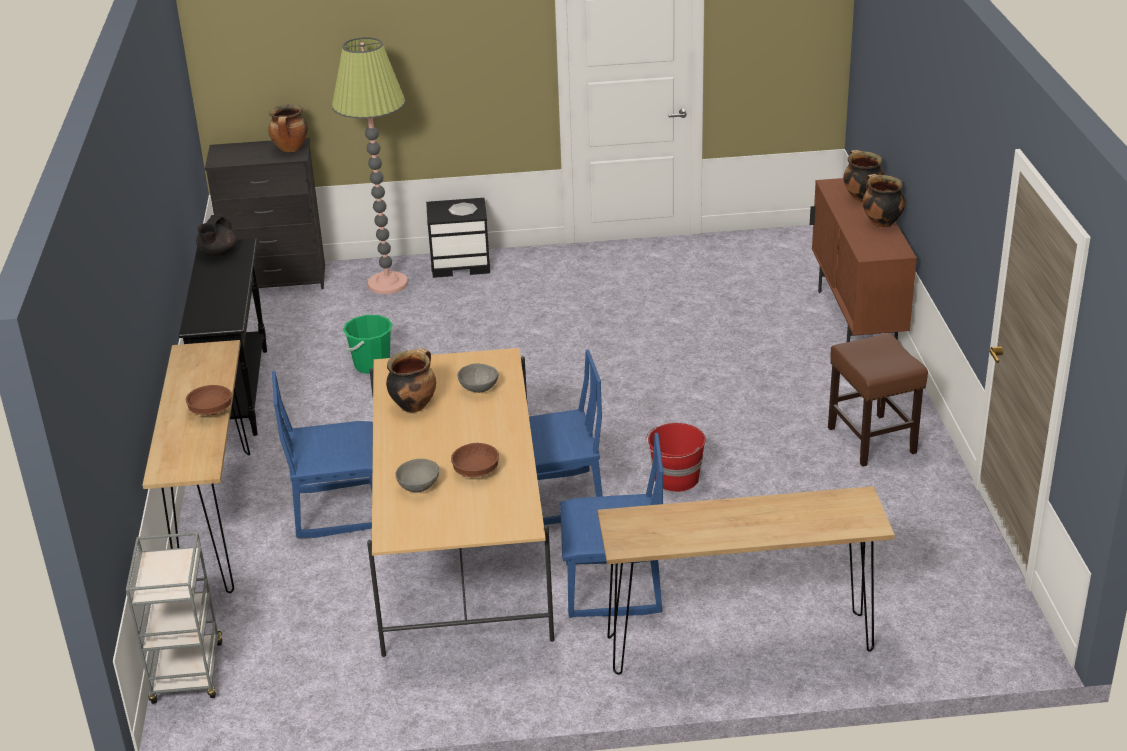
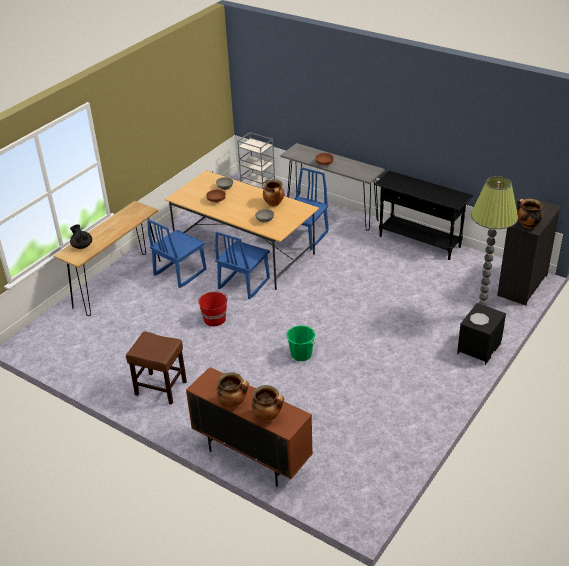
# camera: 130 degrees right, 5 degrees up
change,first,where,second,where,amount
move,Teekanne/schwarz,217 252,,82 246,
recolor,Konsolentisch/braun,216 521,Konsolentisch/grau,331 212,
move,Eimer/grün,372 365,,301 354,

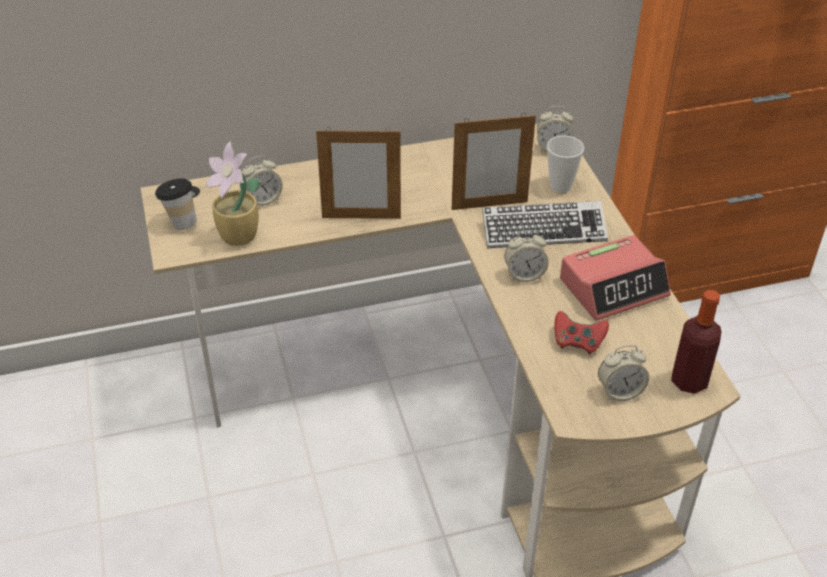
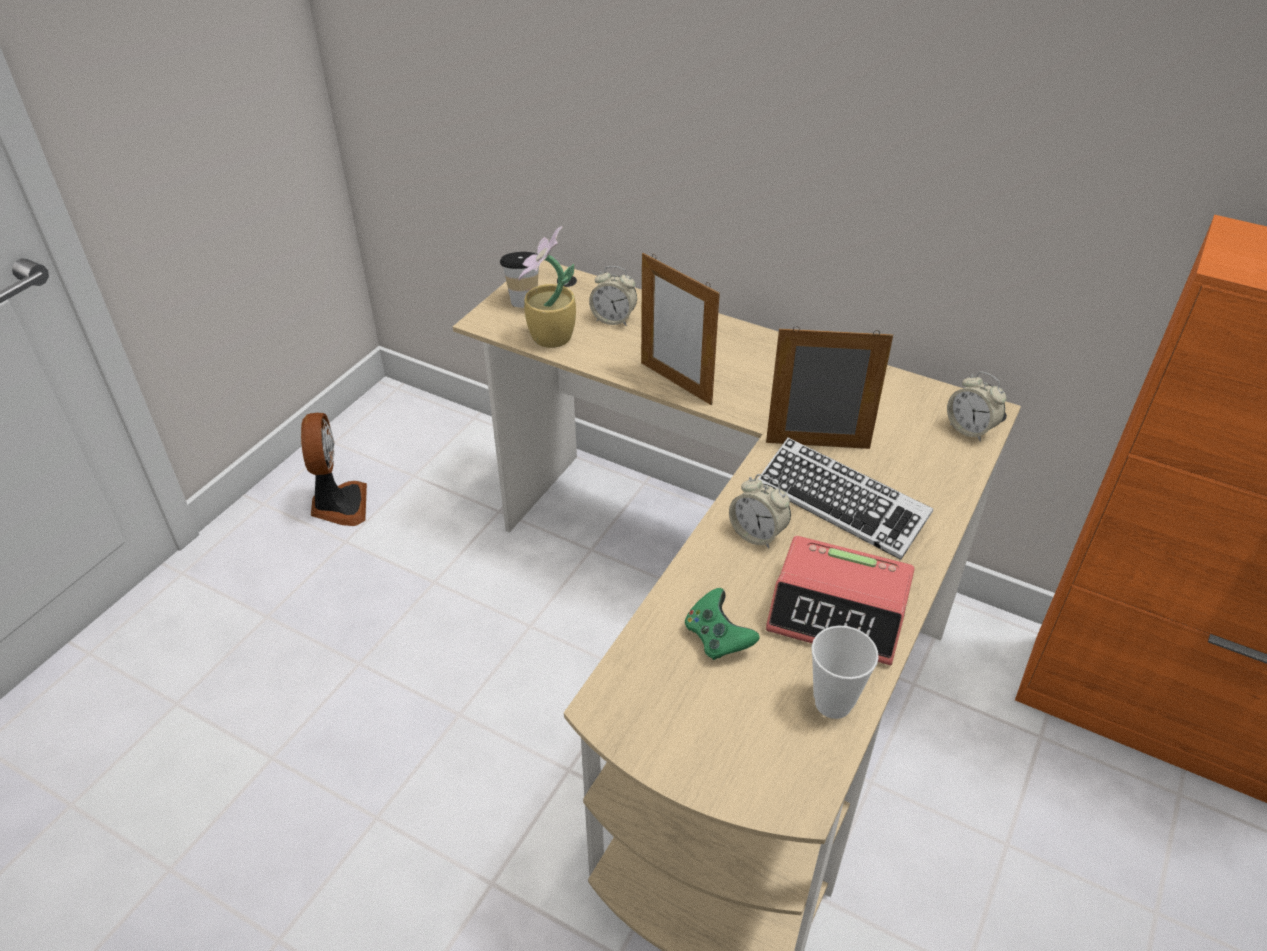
# camera: 45 degrees right, 0 degrees up
change,first,where,second,where,amount
insert,,,Ventilator,338 505,
recolor,Gamepad/rot,577 342,Gamepad/grün,717 638,
rotate,Bilderrahmen,489 205,,817 445,150 degrees clockwise
move,Tasse,560 186,,833 703,
delete,Wecker,620 392,,,
delete,Flasche,689 381,,,

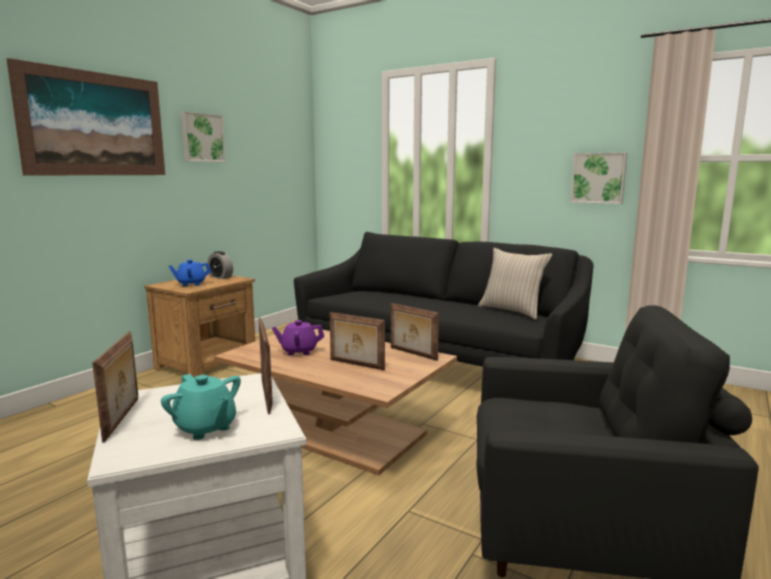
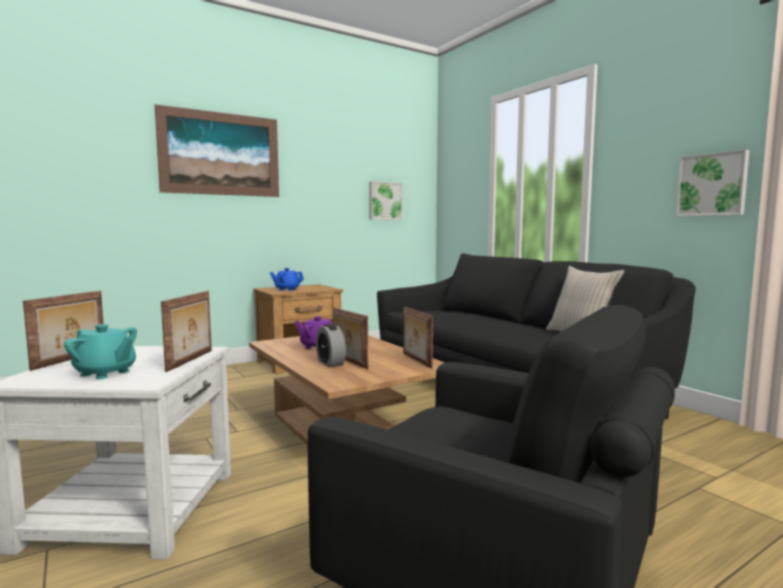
# camera: 25 degrees right, 5 degrees down
change,first,where,second,where,amount
rotate,Teekanne/türkis,205 428,,105 373,45 degrees counterclockwise
move,Wecker,220 277,,330 363,
move,Bild,202 138,,384 201,

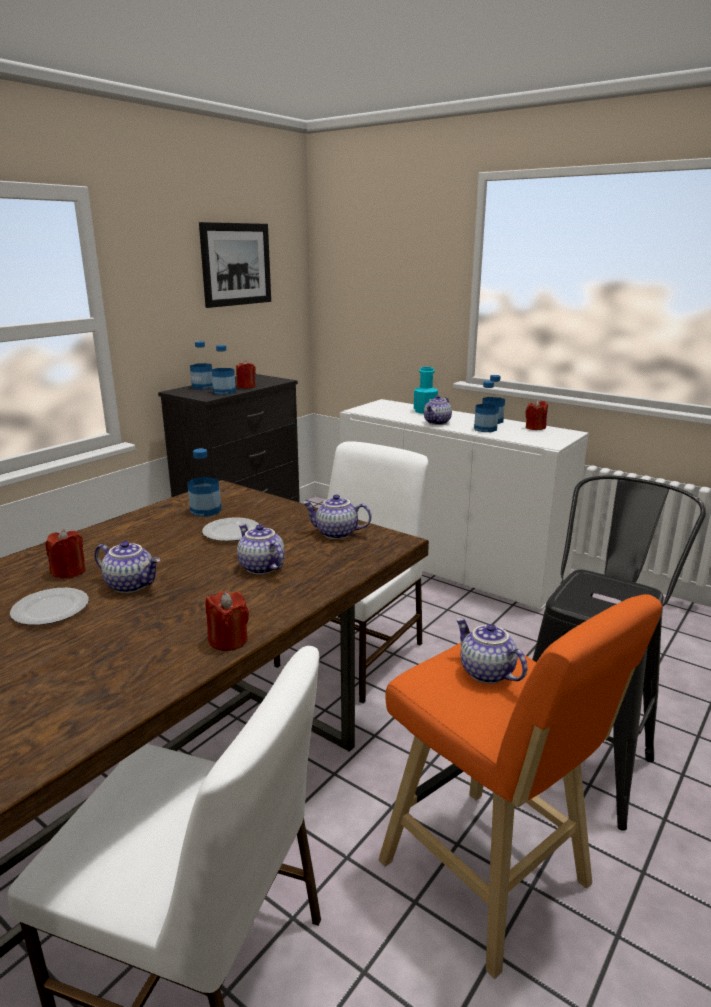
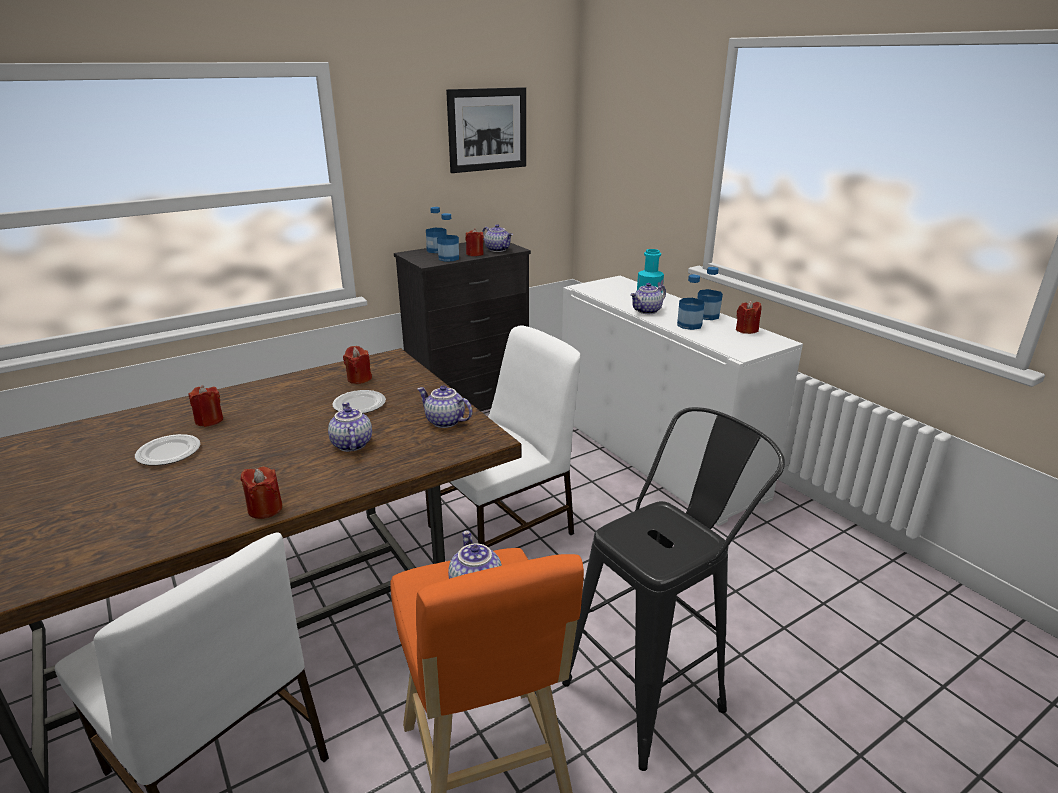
# camera: 20 degrees right, 5 degrees up
change,first,where,second,where,amount
replace,Flasche,206 510,Kerze/rot,359 379,
move,Teekanne,131 585,,498 249,

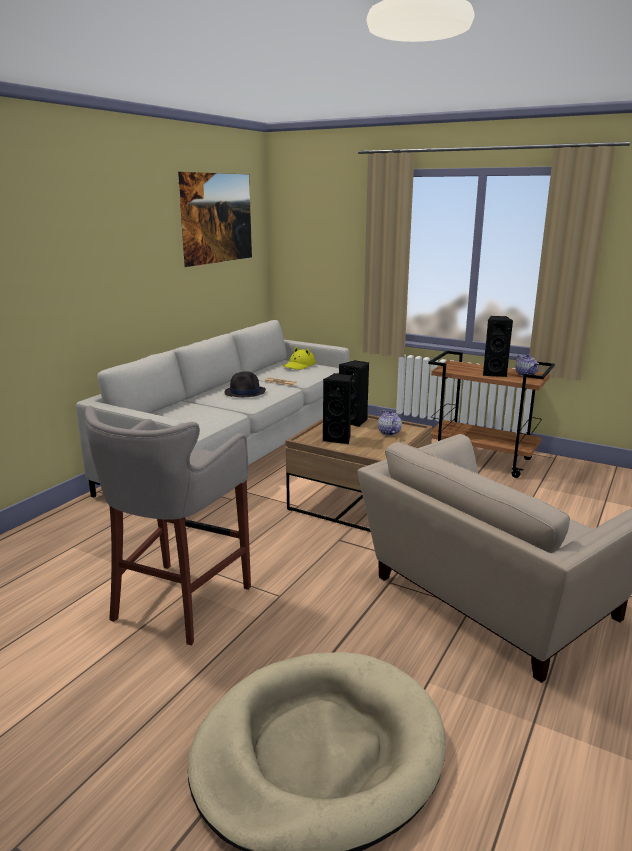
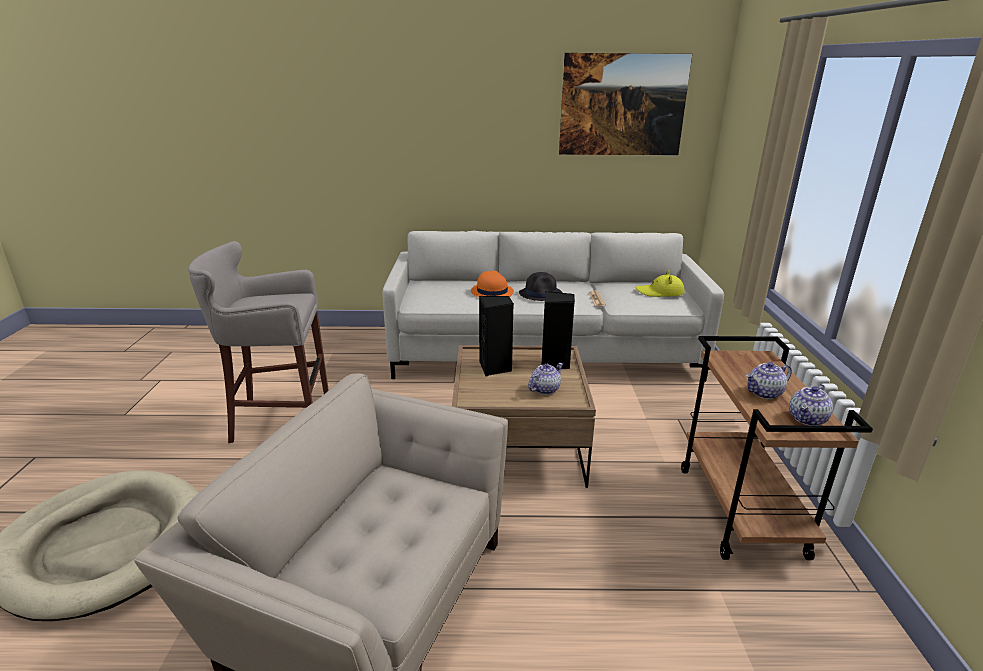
# camera: 60 degrees right, 5 degrees up
change,first,where,second,where,amount
insert,,,Hut/orange,491 292,
replace,Lautsprecher/schwarz,494 373,Teekanne,764 393,

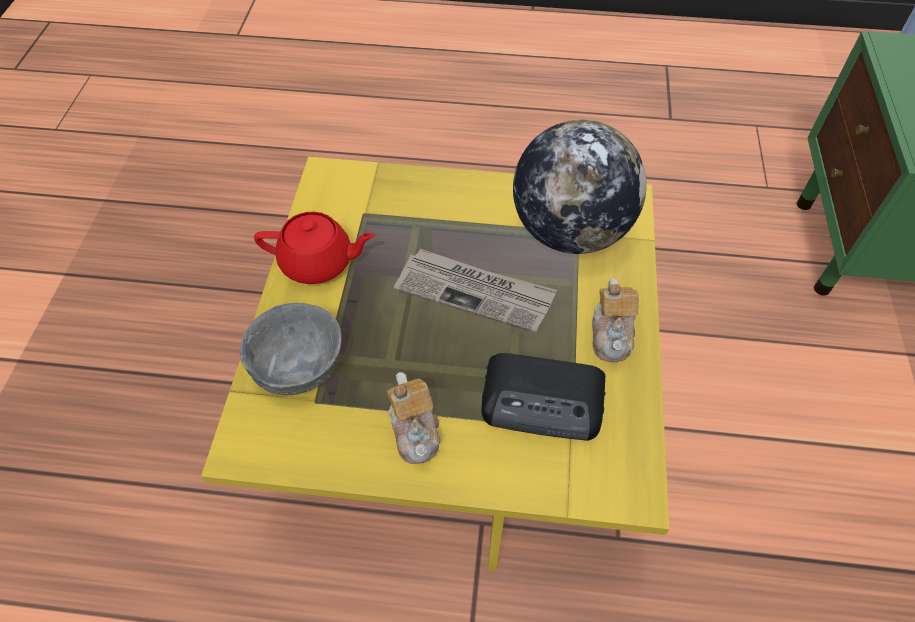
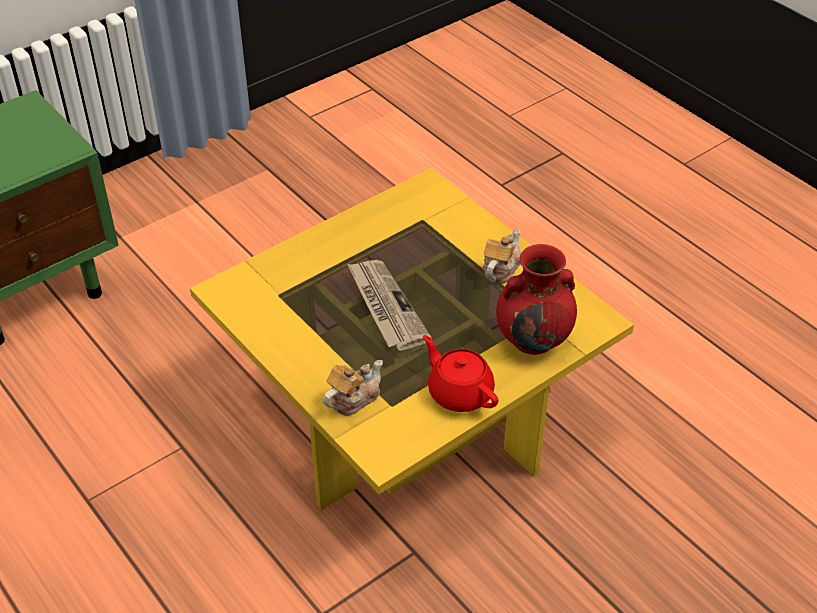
# camera: 135 degrees left, 10 degrees down
change,first,where,second,where,amount
move,Teekanne,612 334,,353 398,
replace,Schüssel/grau,298 368,Vase/rot,534 338,
delete,Radio,544 401,,,
delete,Globus,570 231,,,

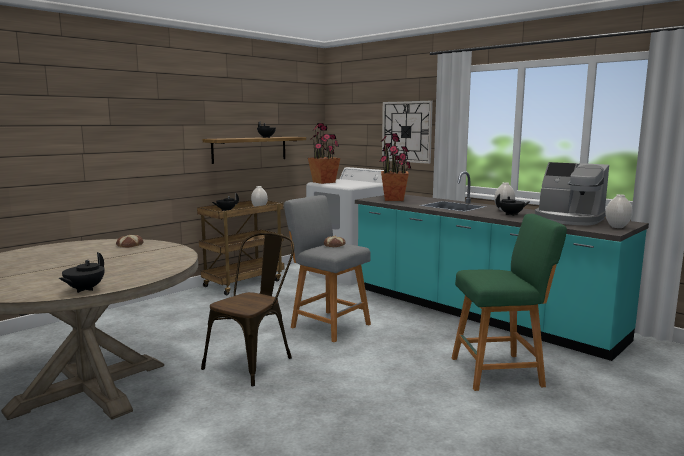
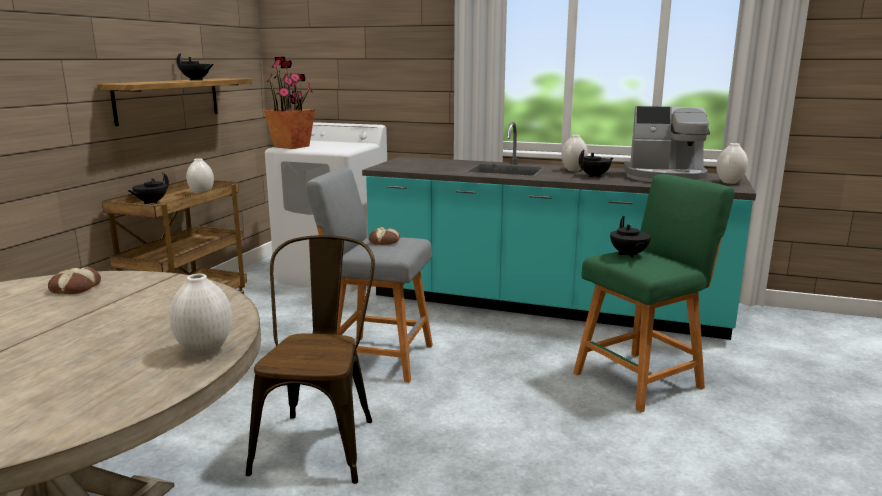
# camera: 25 degrees left, 5 degrees up
change,first,where,second,where,amount
insert,,,Vase/weiß,205 350,
move,Teekanne/schwarz,84 289,,628 254,
delete,Topfpflanze,394 199,,,
delete,Wanduhr,406 132,,,

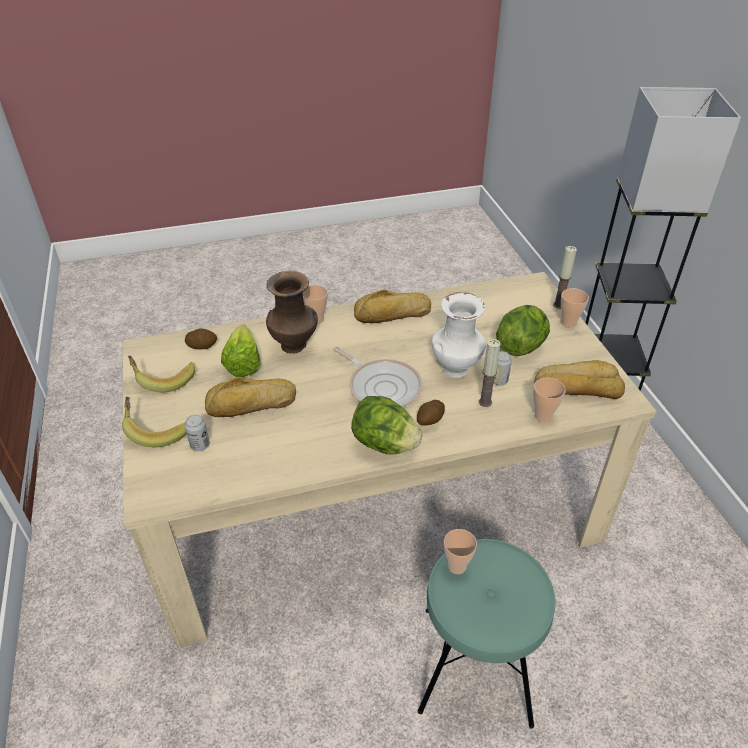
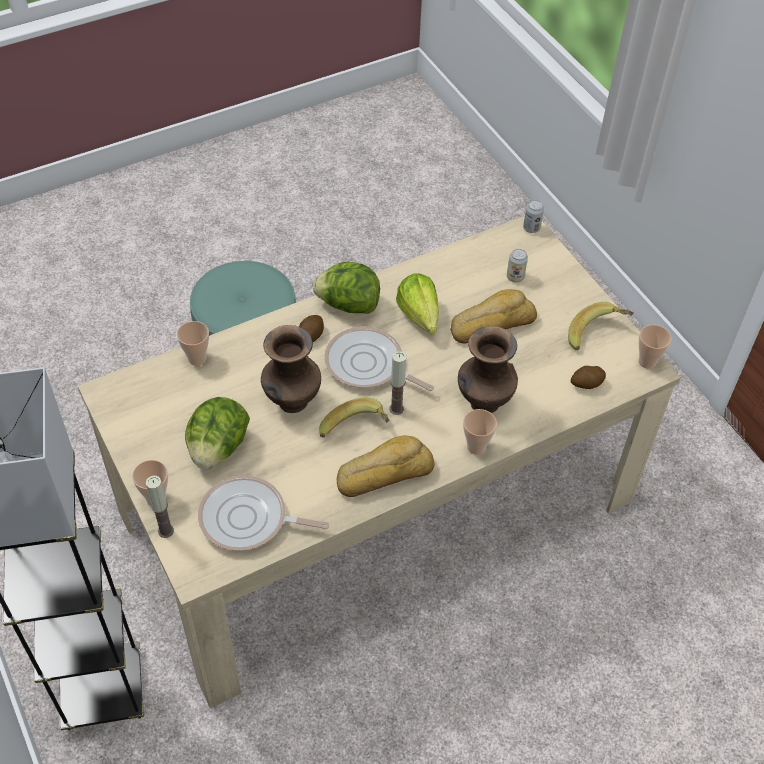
# camera: 165 degrees right, 10 degrees up
change,first,where,second,where,amount
insert,,,Pfanne,248 519,
recolor,Vase/weiß,456 368,Vase/braun,292 402,
move,Banane,156 430,,356 431,
move,Kerze,485 402,,396 409,
move,Salatkopf,245 360,,420 320,
move,Dose,499 381,,531 228,
move,Tasse,457 566,,647 362,
delete,Brot,577 387,,,

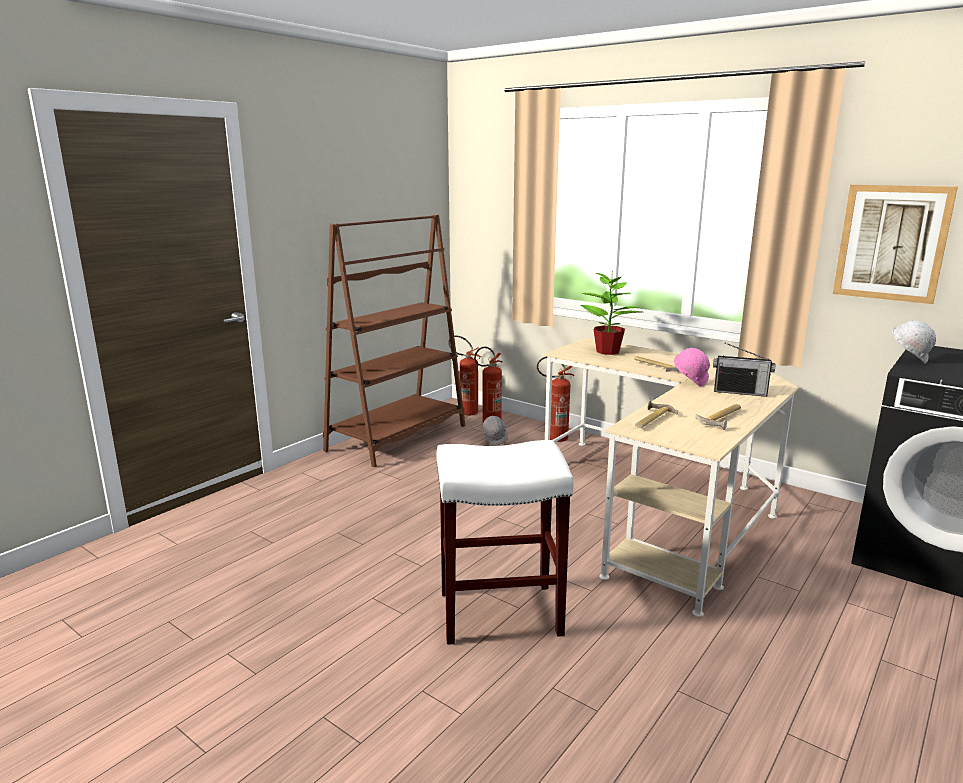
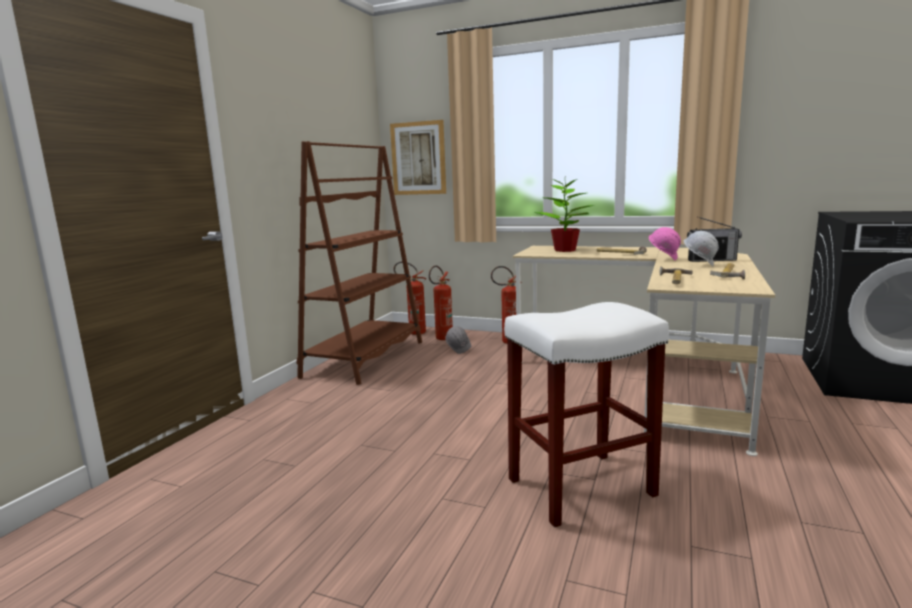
# camera: 15 degrees left, 5 degrees down
change,first,where,second,where,amount
move,Bild,891 243,,418 158,
move,Schutzhelm/weiß,909 360,,699 265,

